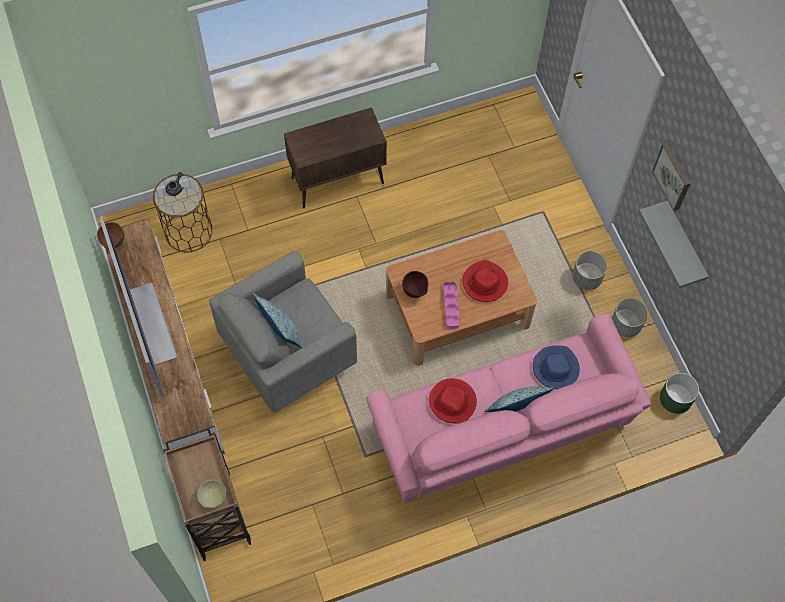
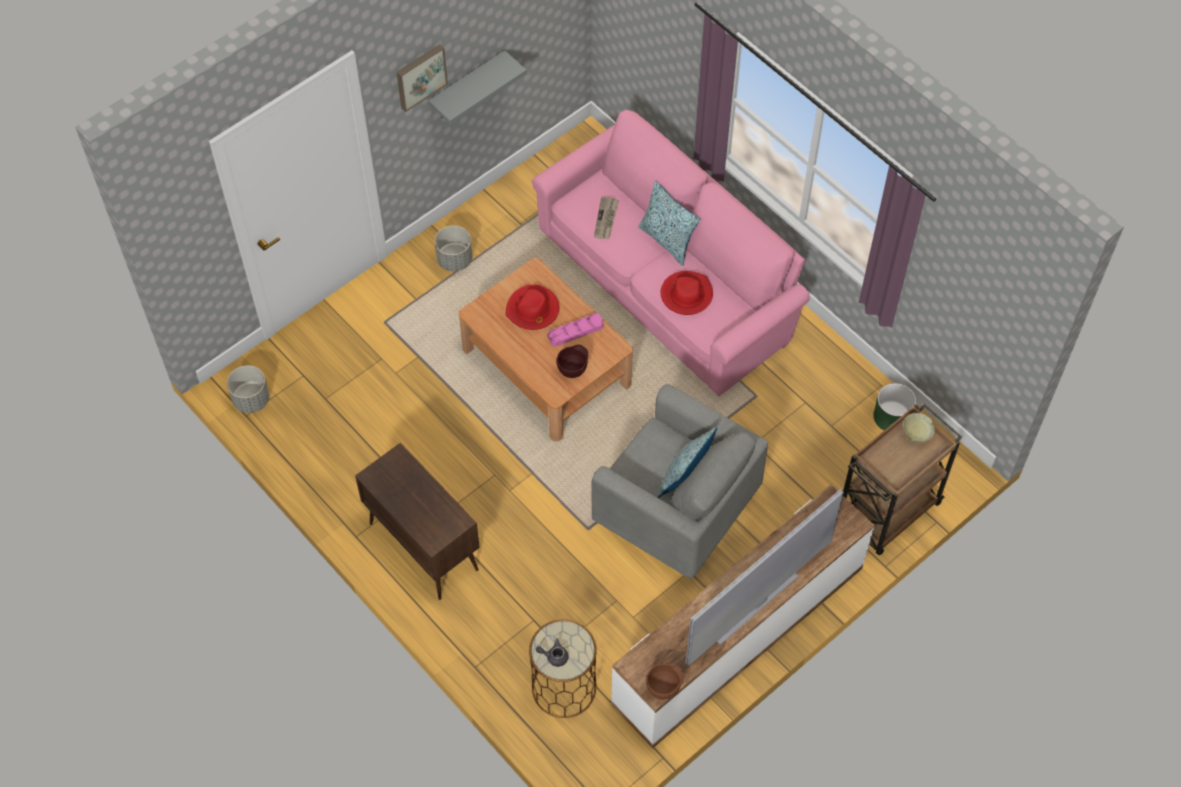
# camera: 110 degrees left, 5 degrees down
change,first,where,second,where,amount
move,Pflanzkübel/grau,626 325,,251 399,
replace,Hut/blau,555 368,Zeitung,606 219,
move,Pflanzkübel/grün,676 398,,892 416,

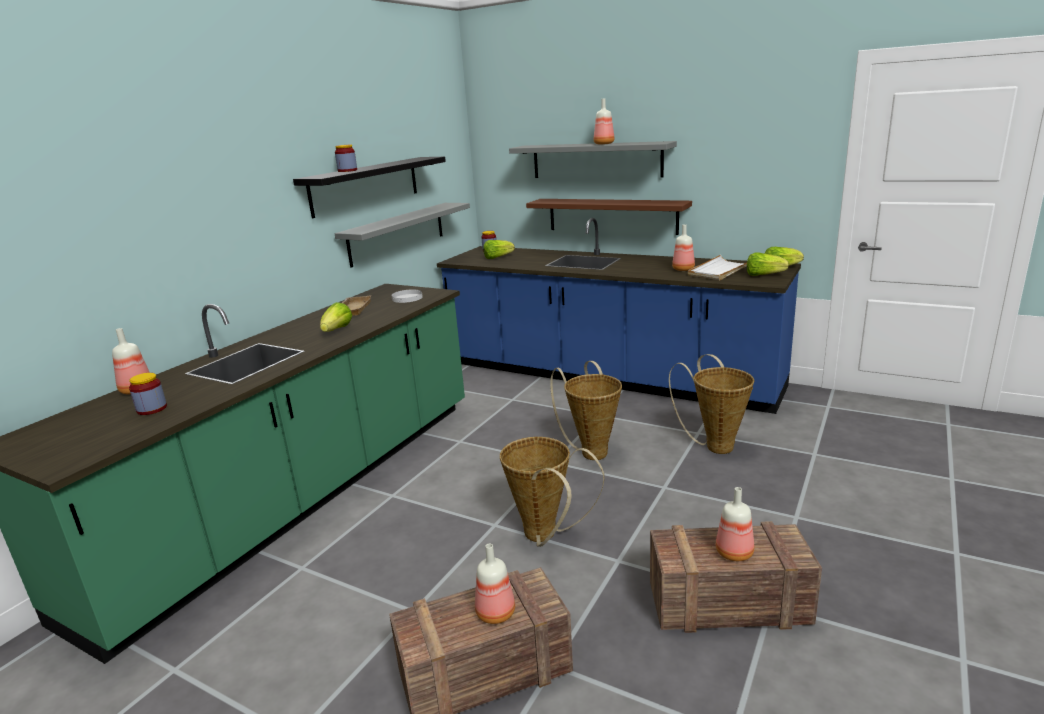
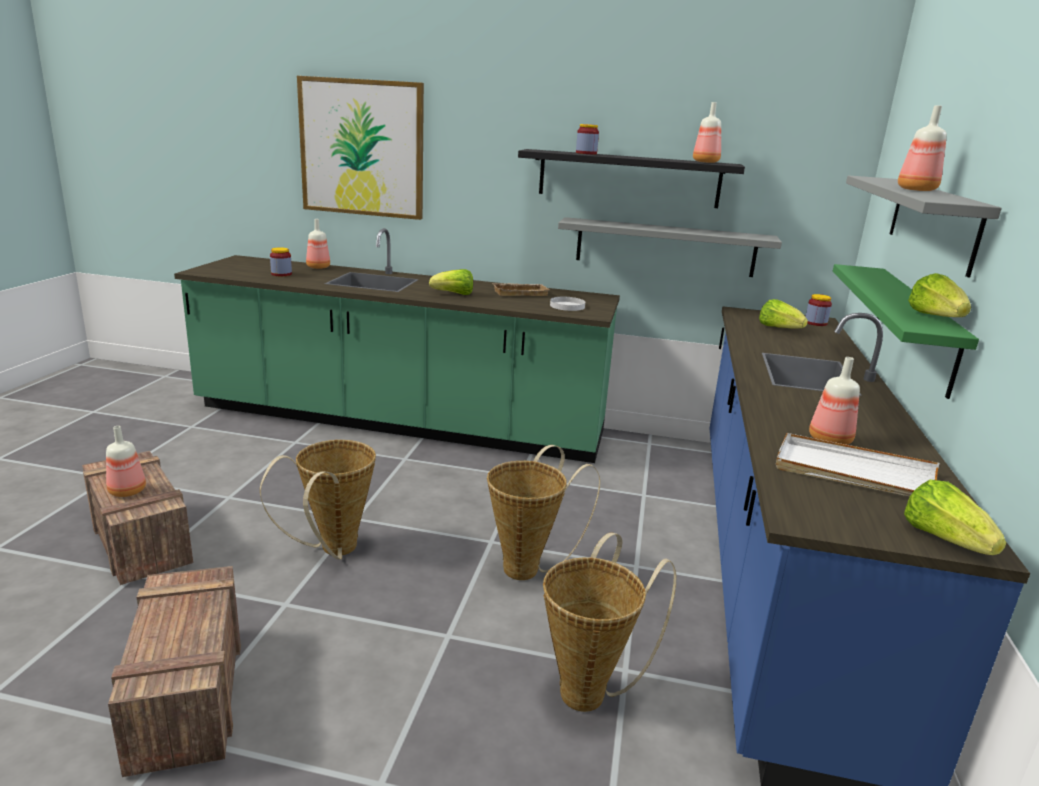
# camera: 70 degrees right, 0 degrees up
change,first,where,second,where,amount
insert,,,Bild,362 148,
move,Flasche,734 552,,706 162,
recolor,Wandregal/braun,612 216,Wandregal/grün,915 326,
move,Salatkopf,763 275,,935 317,

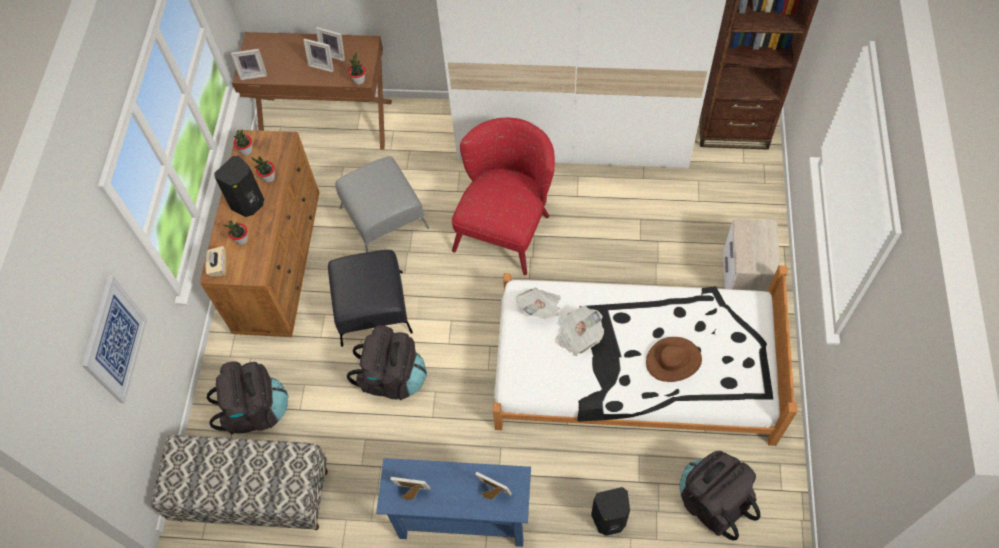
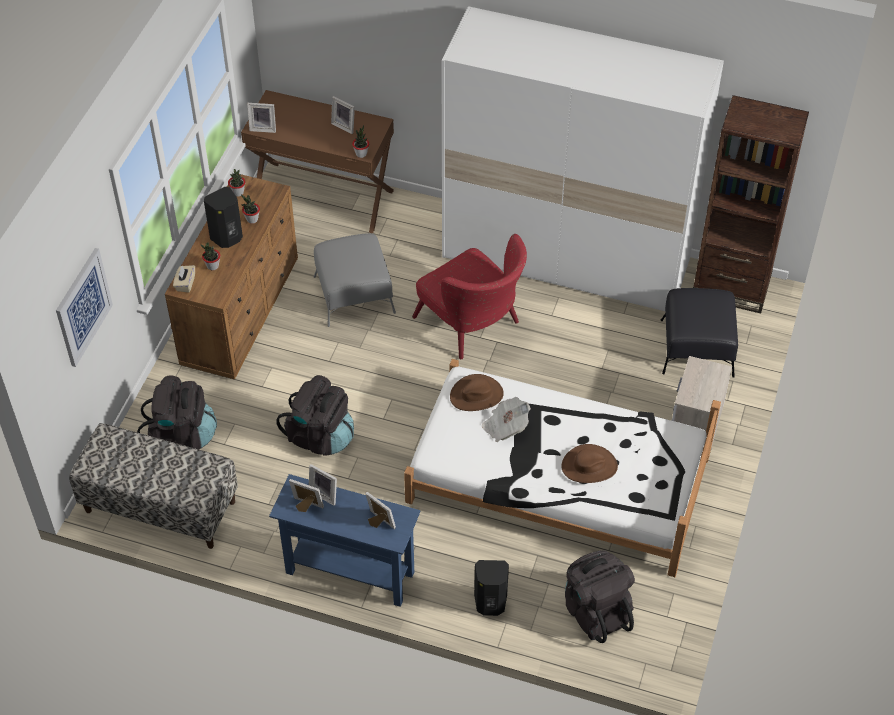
# camera: 10 degrees right, 10 degrees down
change,first,where,second,where,amount
move,Bilderrahmen,323 64,,325 493,
rotate,Sessel/rot,506 225,,473 326,105 degrees clockwise
replace,Zeitung,540 308,Hut/braun,476 395,
move,Polsterhocker/schwarz,372 307,,697 347,

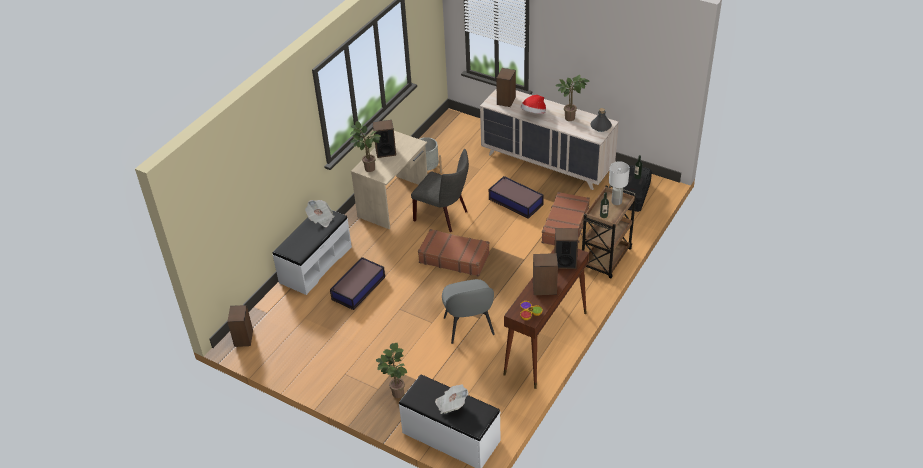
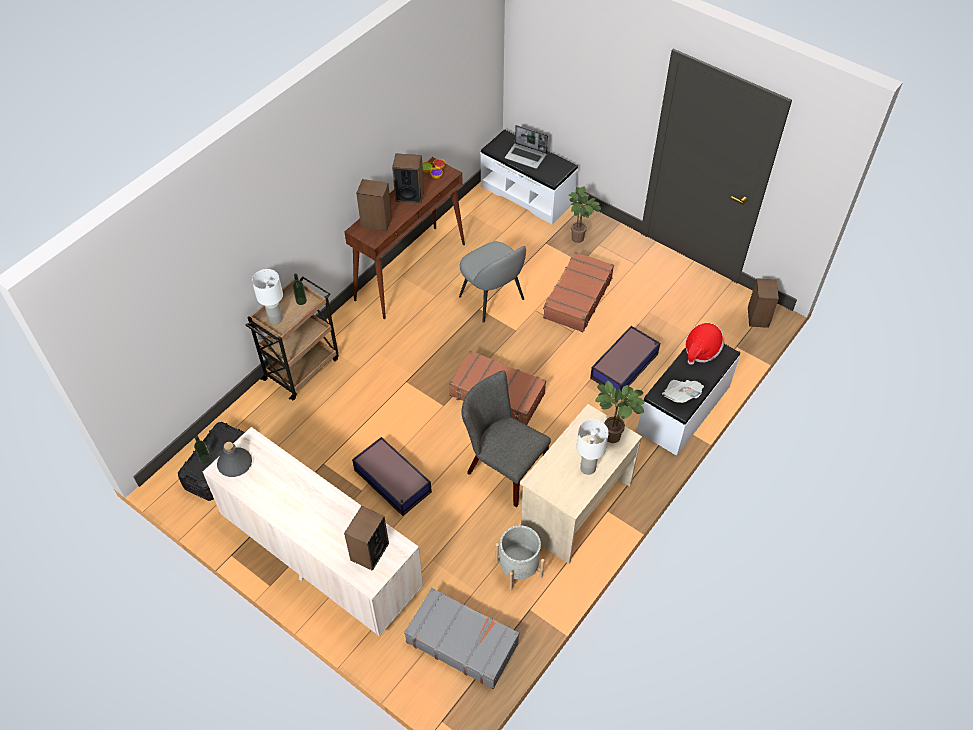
# camera: 175 degrees left, 10 degrees up
change,first,where,second,where,amount
insert,,,Koffer/grau,462 641,
rotate,Stuhl/grau,469 327,,492 299,150 degrees clockwise
replace,Zeitung,451 404,Laptop,526 156,
move,Koffer/braun,566 226,,577 298,
replace,Lautsprecher,385 152,Tischlampe/weiß,587 468,
move,Hut,534 113,,701 350,
delete,Topfpflanze,571 117,,,

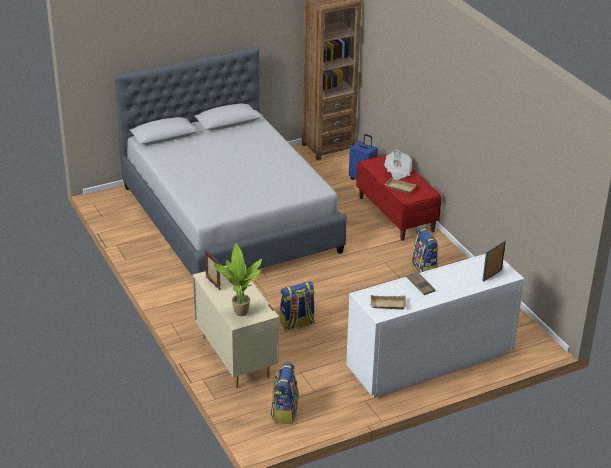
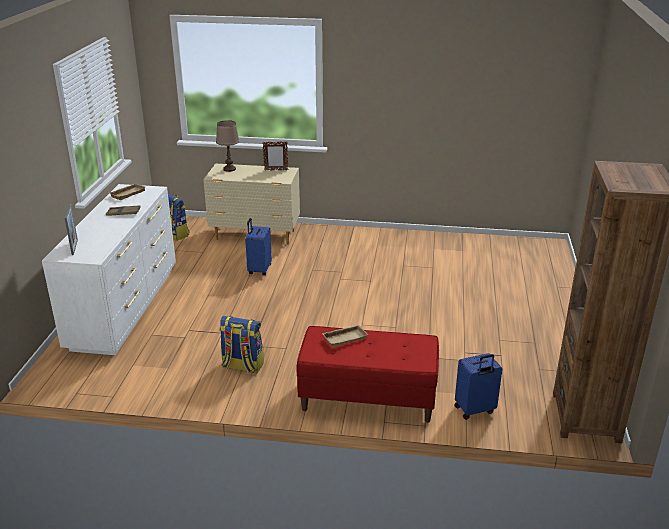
# camera: 125 degrees right, 5 degrees down
change,first,where,second,where,amount
replace,Topfpflanze,238 313,Tischlampe/braun,229 169,
replace,Rucksack,297 323,Koffer/blau,259 270,
delete,Bett/grau,230 219,,,
delete,Zeitung,397 172,,,

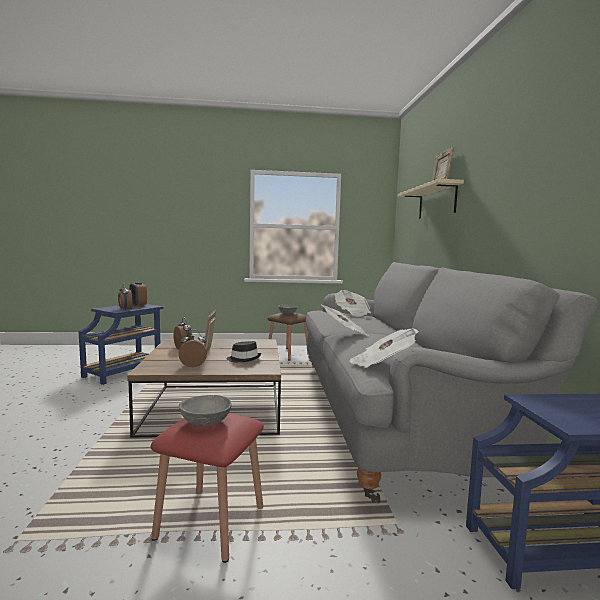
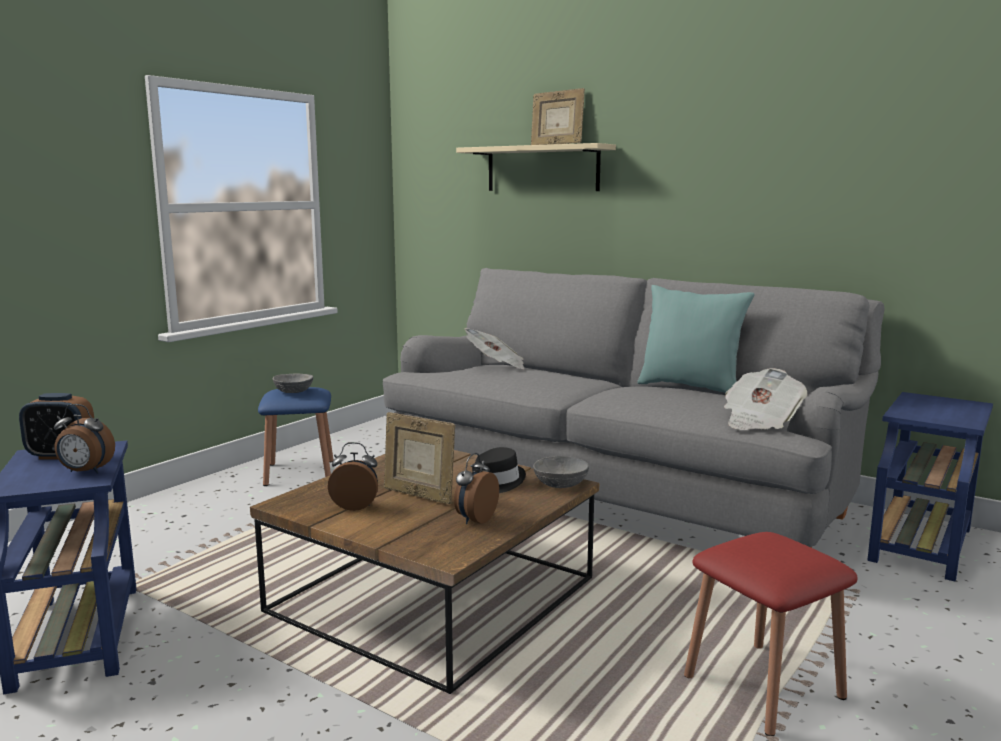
# camera: 50 degrees left, 5 degrees up
change,first,where,second,where,amount
recolor,Hocker/braun,288 354,Hocker/blau,299 473,
move,Schüssel/grau,205 421,,561 484,
insert,,,Kissen/türkis,691 387,
delete,Zeitung,344 333,,,

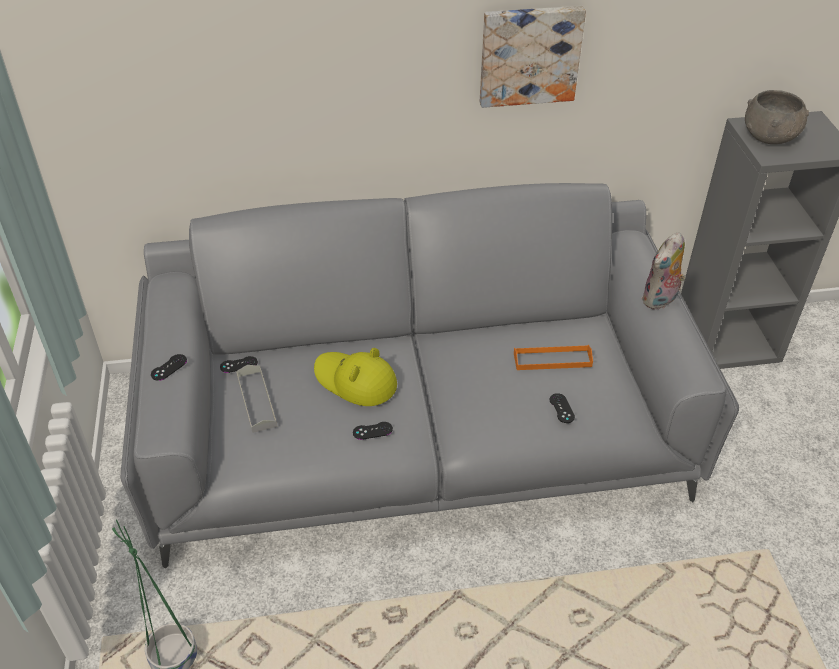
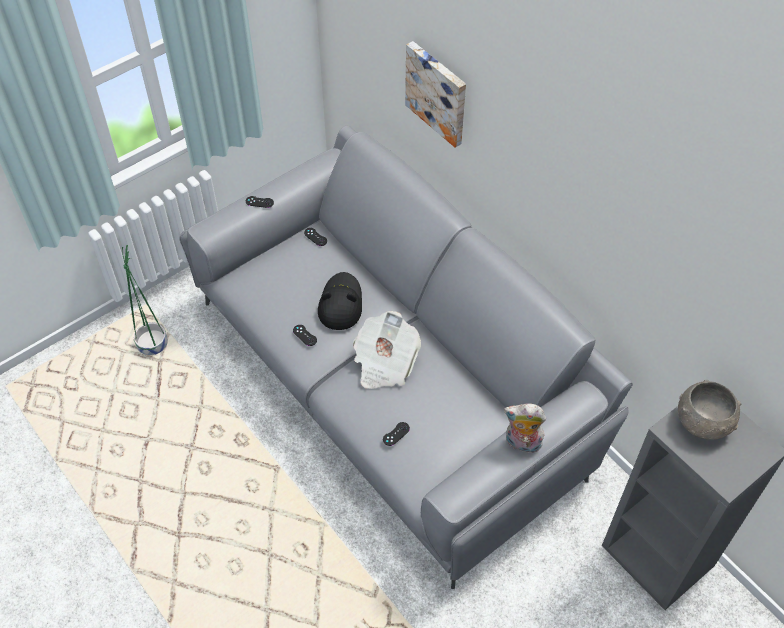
# camera: 60 degrees right, 10 degrees up
change,first,where,second,where,amount
recolor,Hut/gelb,355 381,Hut/schwarz,340 304,
insert,,,Zeitung,384 362,
move,Bild,529 55,,438 92,
delete,Tablett/grau,256 401,,,
delete,Tablett/orange,552 360,,,

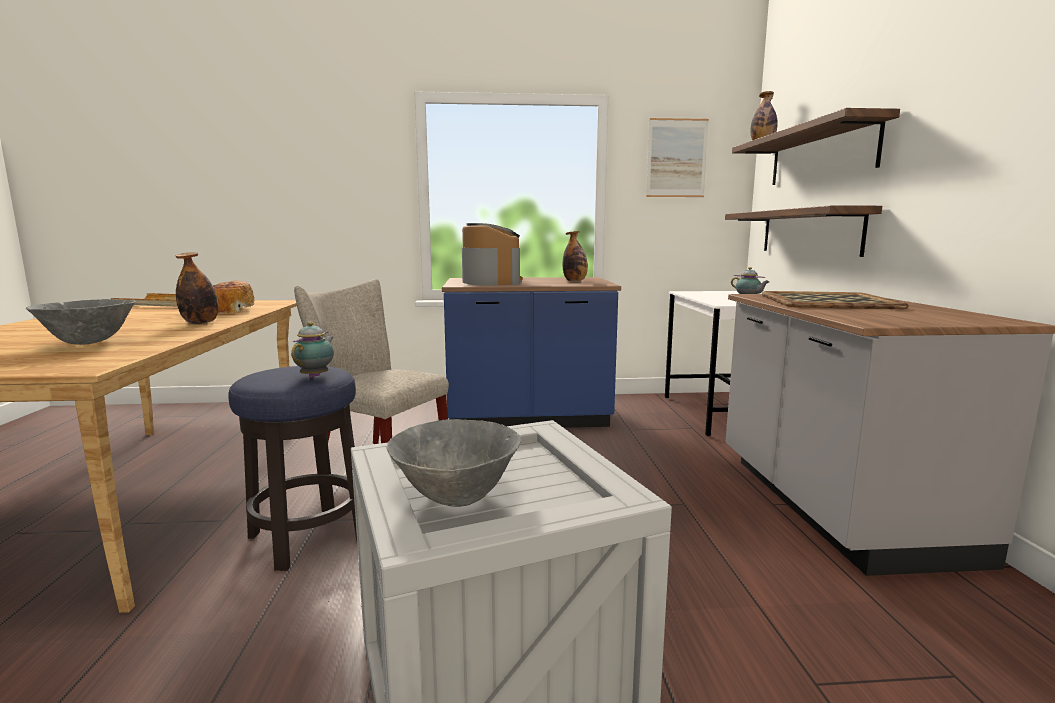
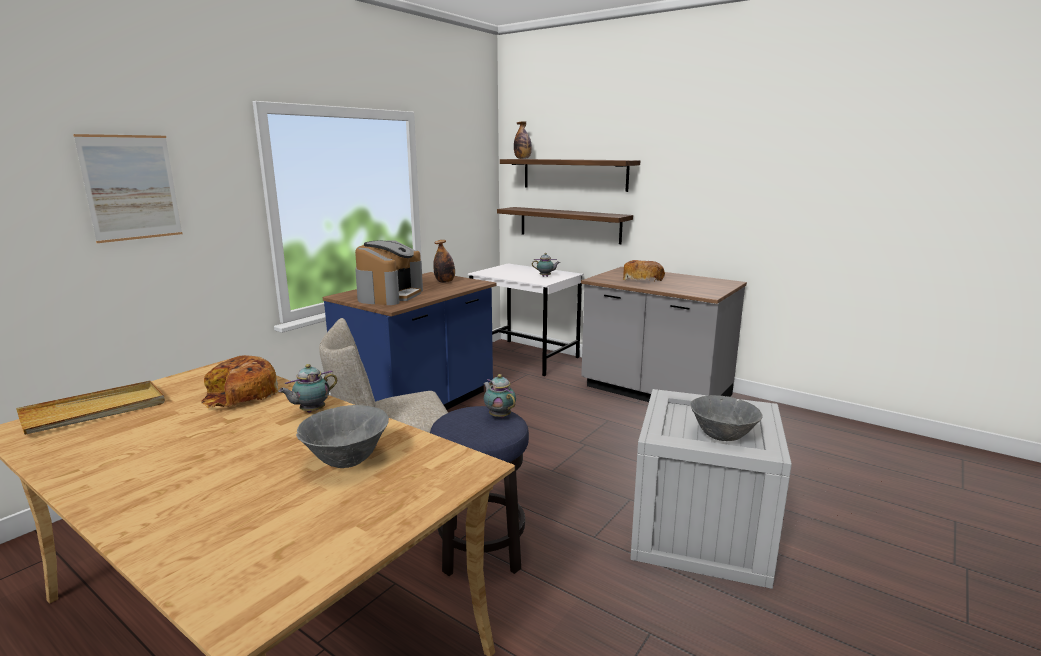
# camera: 50 degrees left, 5 degrees up
change,first,where,second,where,amount
move,Bild,676 158,,131 187,
replace,Flasche,200 323,Teekanne,311 411,
rotate,Kaffeemaschine,491 281,,390 295,75 degrees clockwise
replace,Tablett,827 301,Brot,642 279,

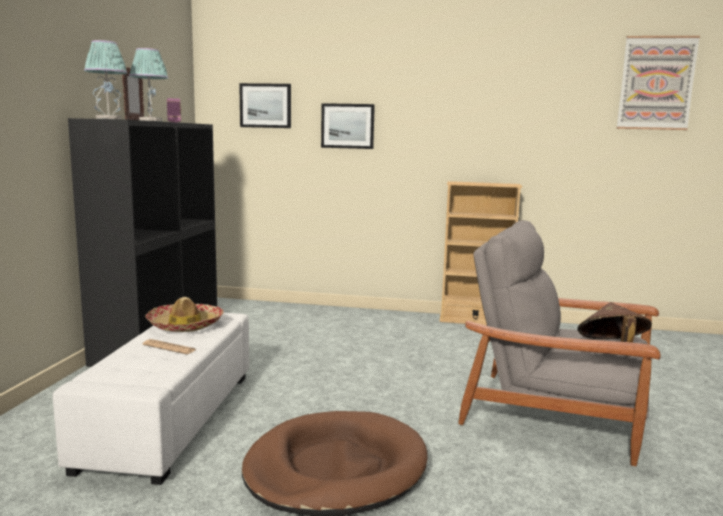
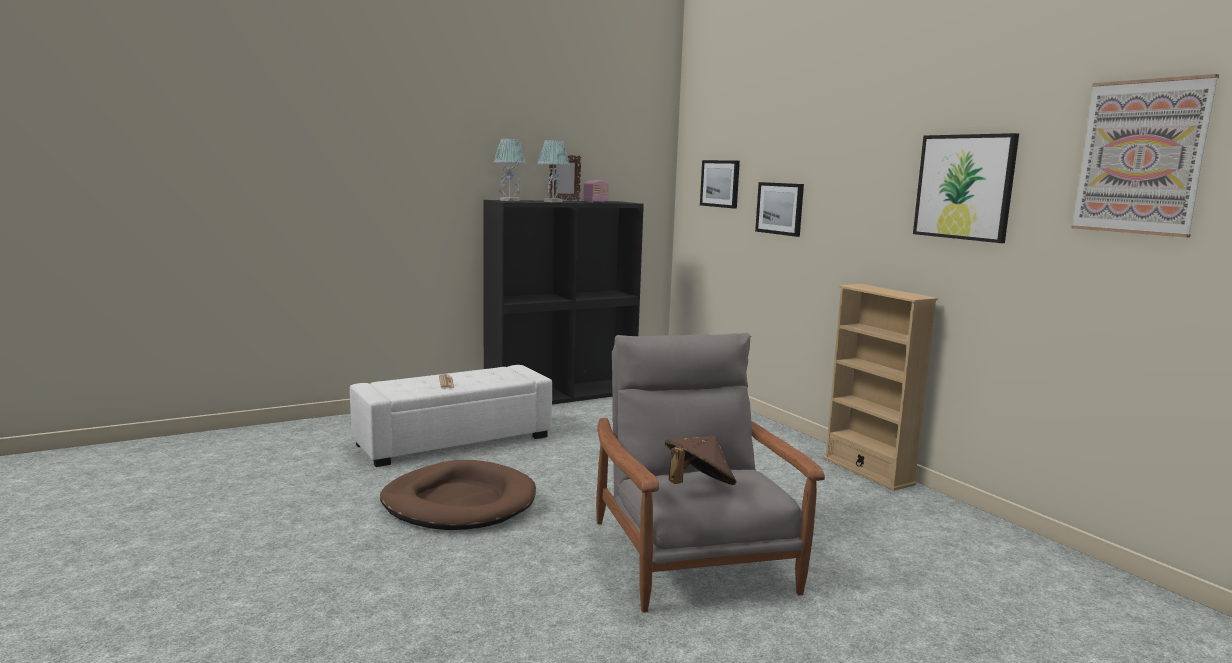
# camera: 50 degrees right, 0 degrees up
change,first,where,second,where,amount
insert,,,Bild,964 187,
delete,Hut,185 325,,,

